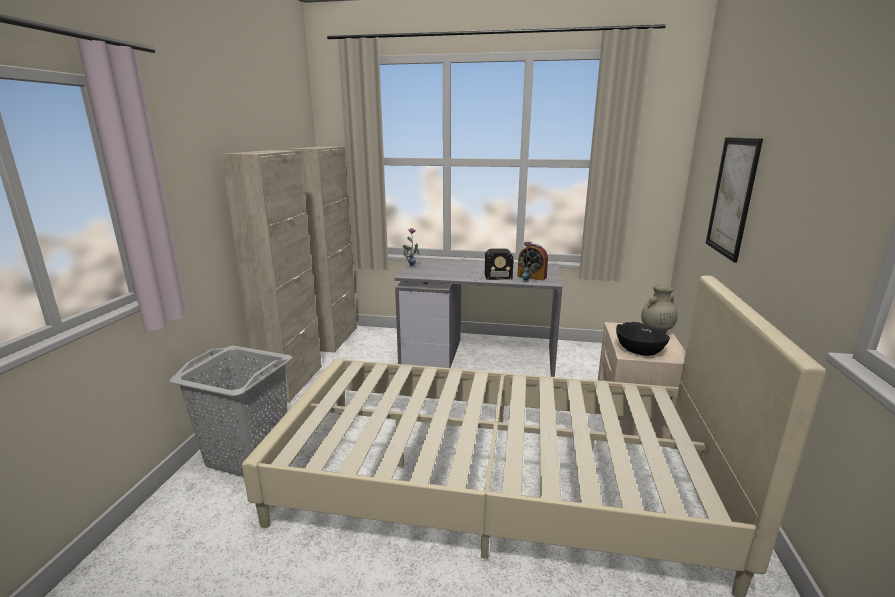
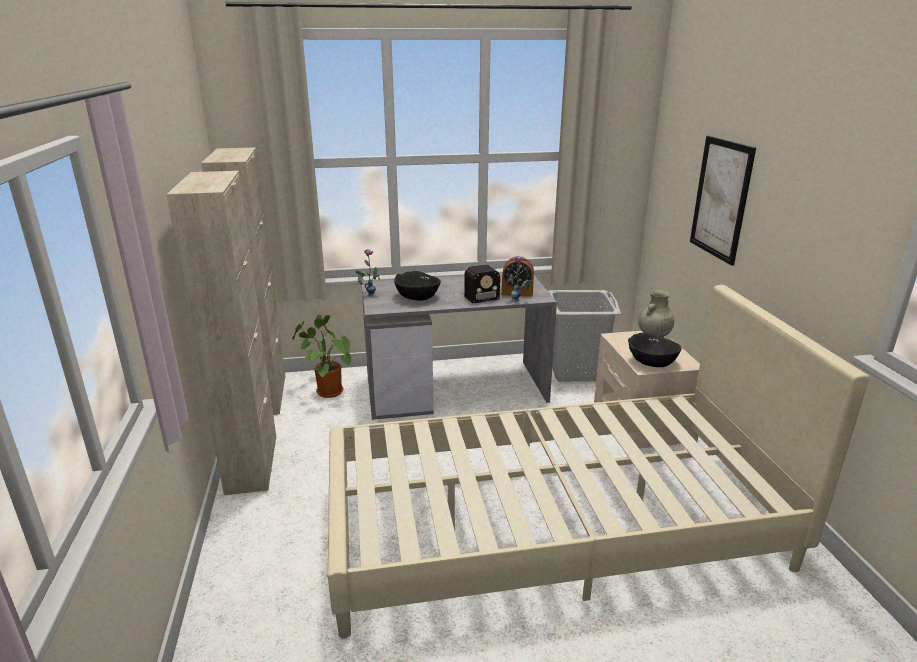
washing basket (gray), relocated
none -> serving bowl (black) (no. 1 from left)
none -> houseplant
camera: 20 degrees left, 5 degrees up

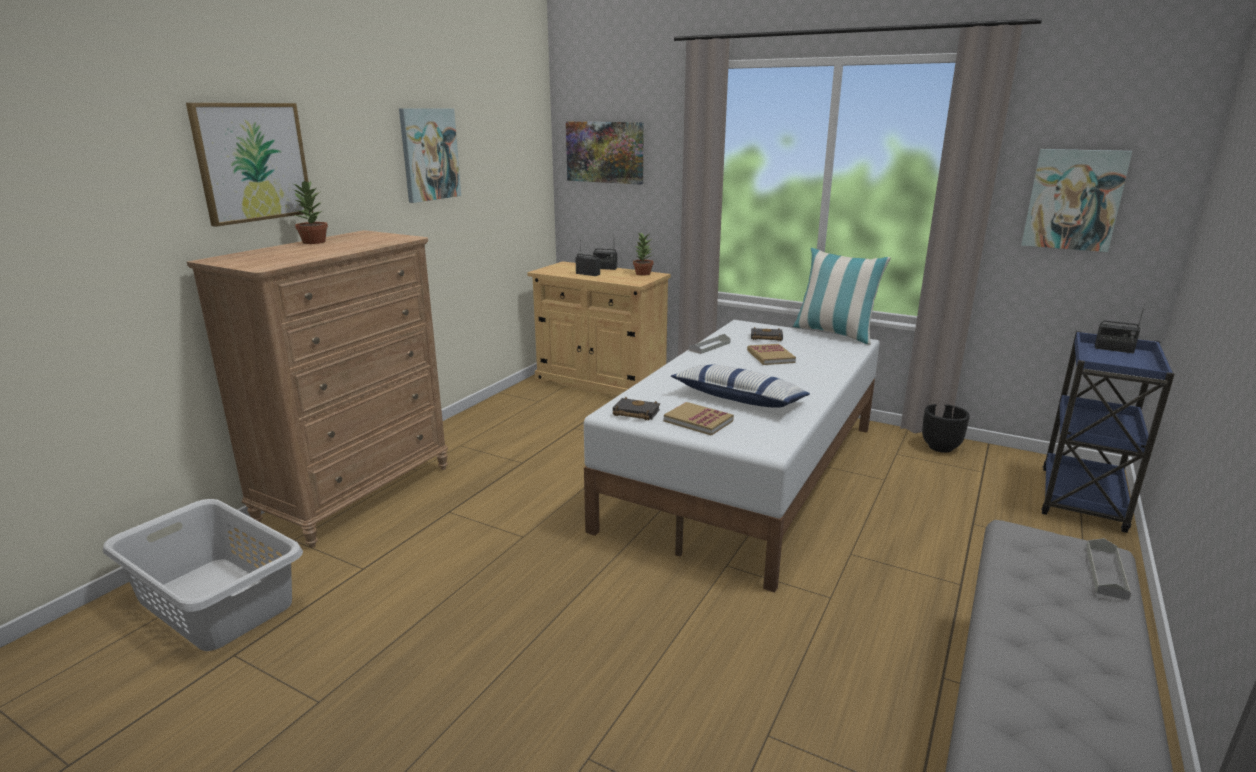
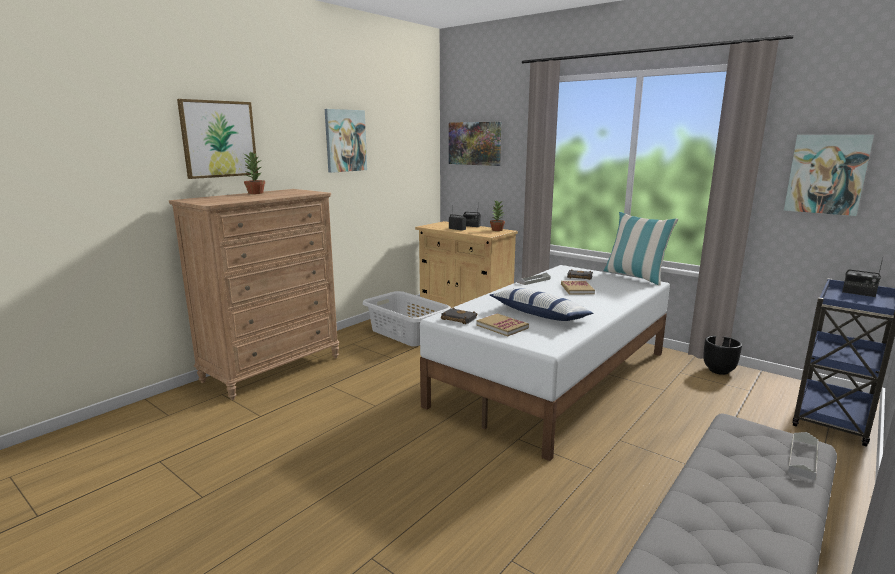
washing basket (gray), relocated
camera: 10 degrees right, 5 degrees down

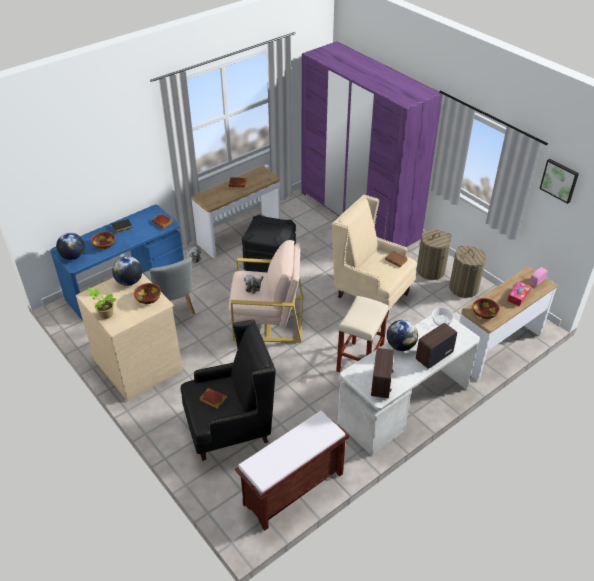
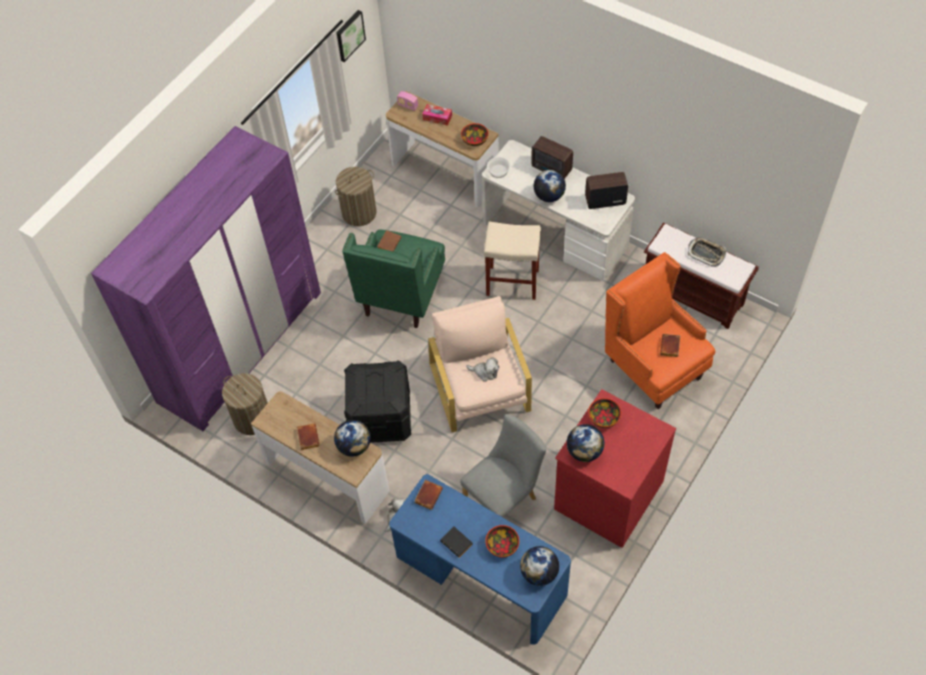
armchair (beige) (no. 2 from left) -> armchair (green-coloured)
washing basket (no. 1 from left), relocated
drawer chest (beige) -> drawer chest (reddish)
houseplant -> none
armchair (black) -> armchair (orange-coloured)
none -> tray
none -> world globe (no. 1 from left)
camera: 105 degrees left, 15 degrees up

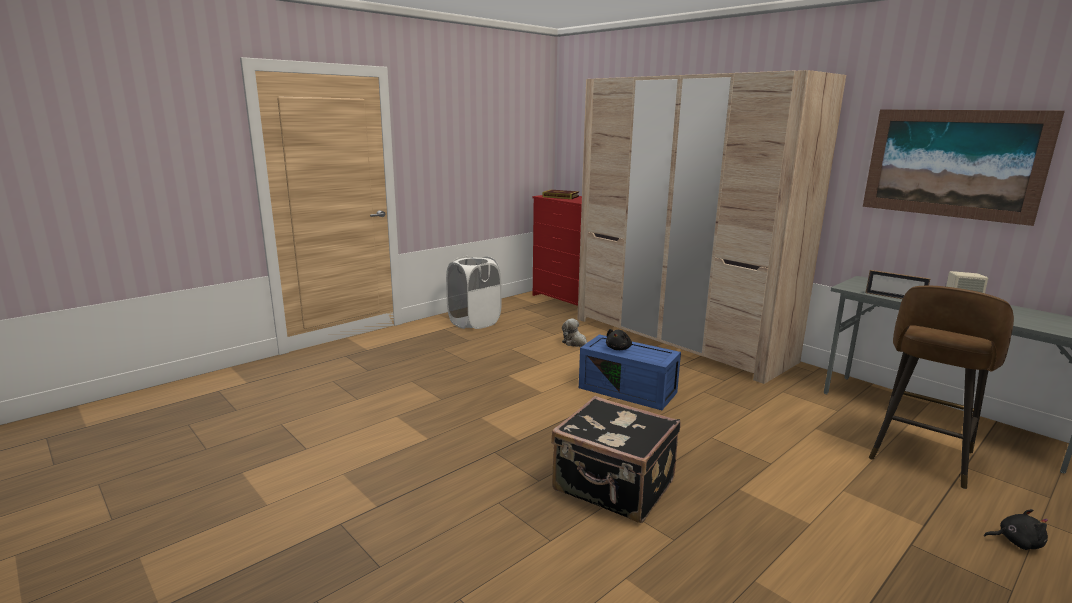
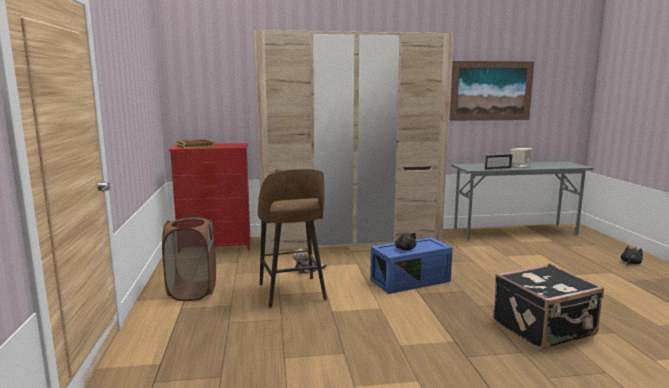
washing basket (white) -> washing basket (brown)
stool seat (brown), relocated
camera: 55 degrees left, 5 degrees down

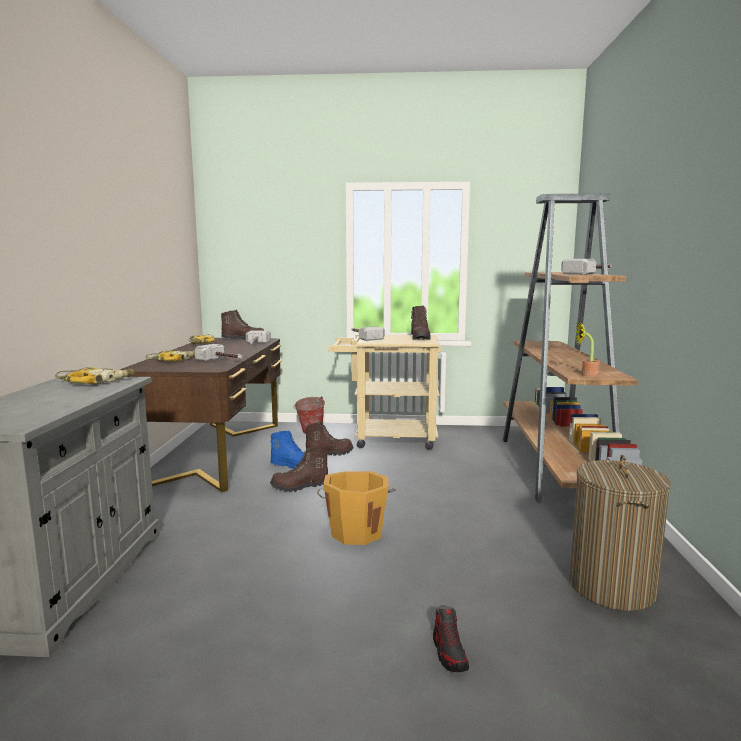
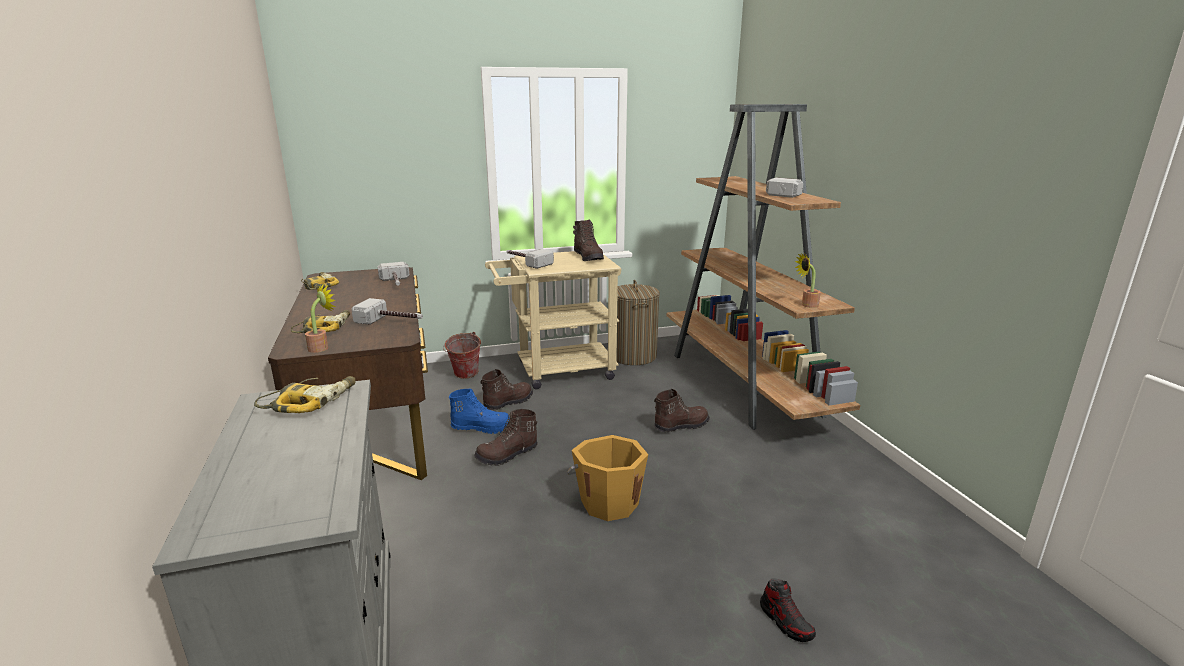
tall boot (brown) (no. 1 from left in the first image) -> tall boot (brown) (no. 4 from left), relocated
washing basket, relocated
none -> houseplant (no. 1 from left)
camera: 20 degrees left, 10 degrees up

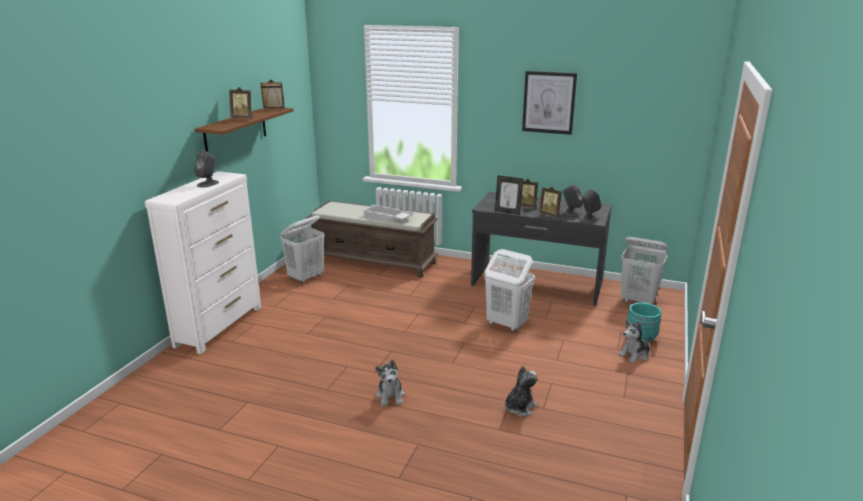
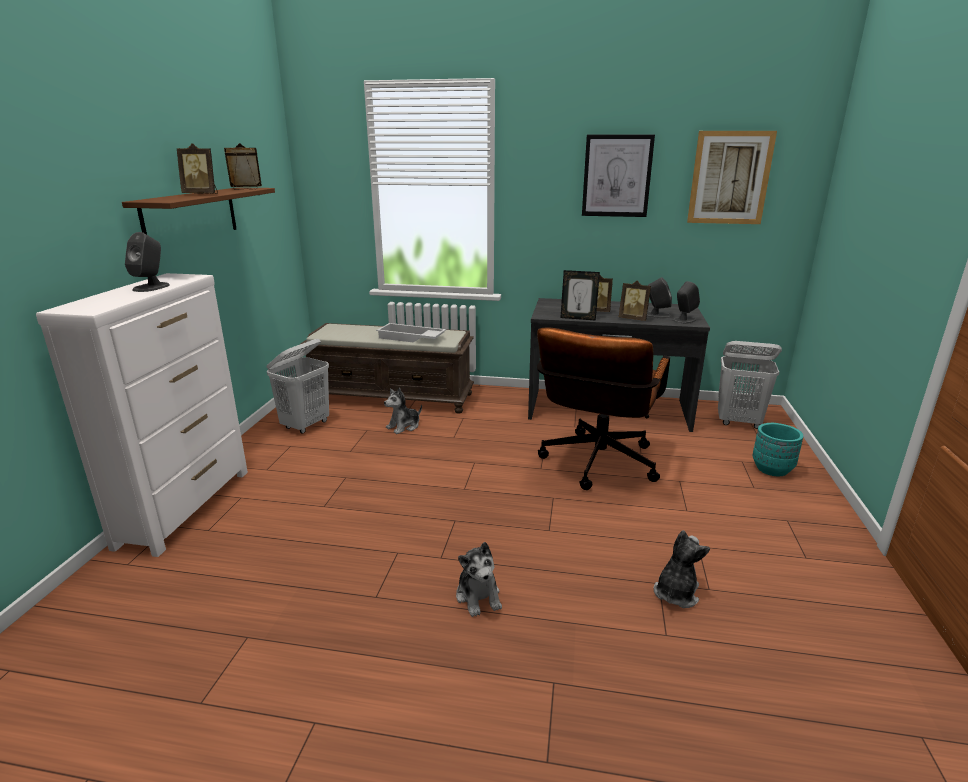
washing basket (white) (no. 2 from left) -> computer chair (brown)
soft toy (no. 3 from left in the first image) -> soft toy (no. 1 from left), relocated
none -> wall picture (no. 2 from left)
camera: 10 degrees left, 0 degrees up

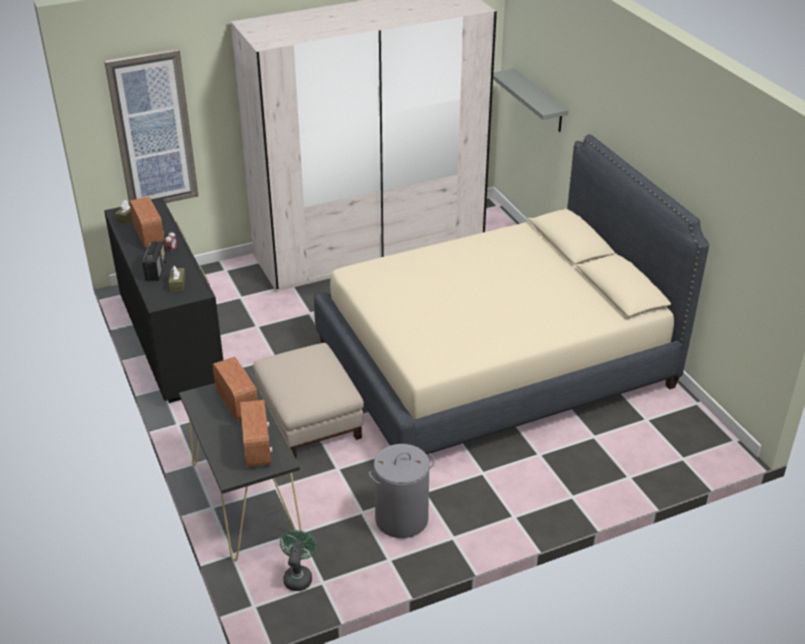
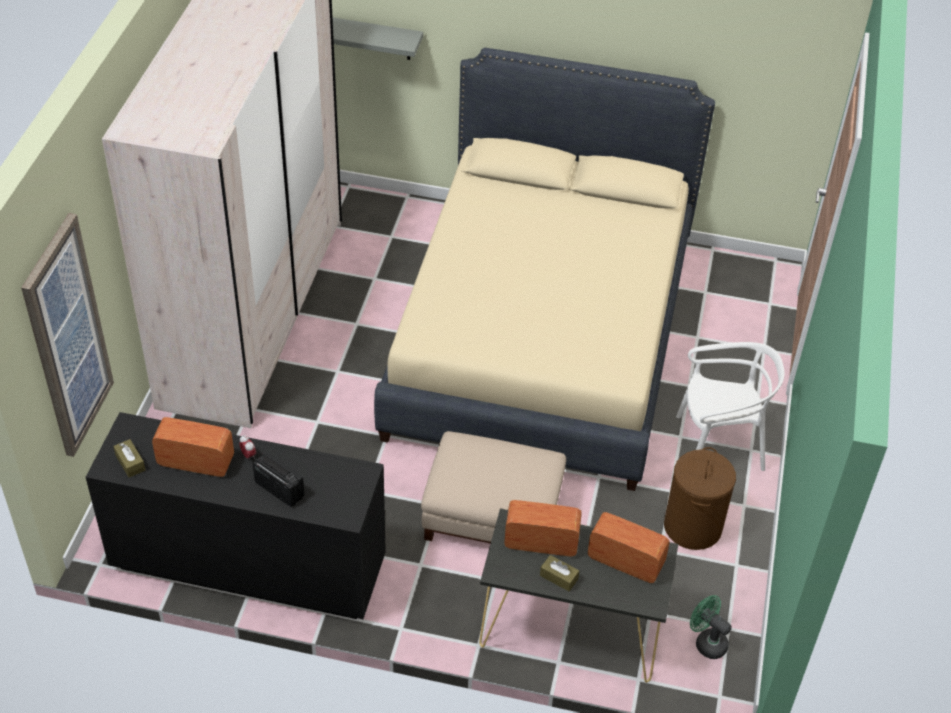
tissue holder (brown) (no. 2 from left), relocated
washing basket (gray) -> washing basket (brown)
none -> chair (white)
camera: 55 degrees left, 10 degrees up

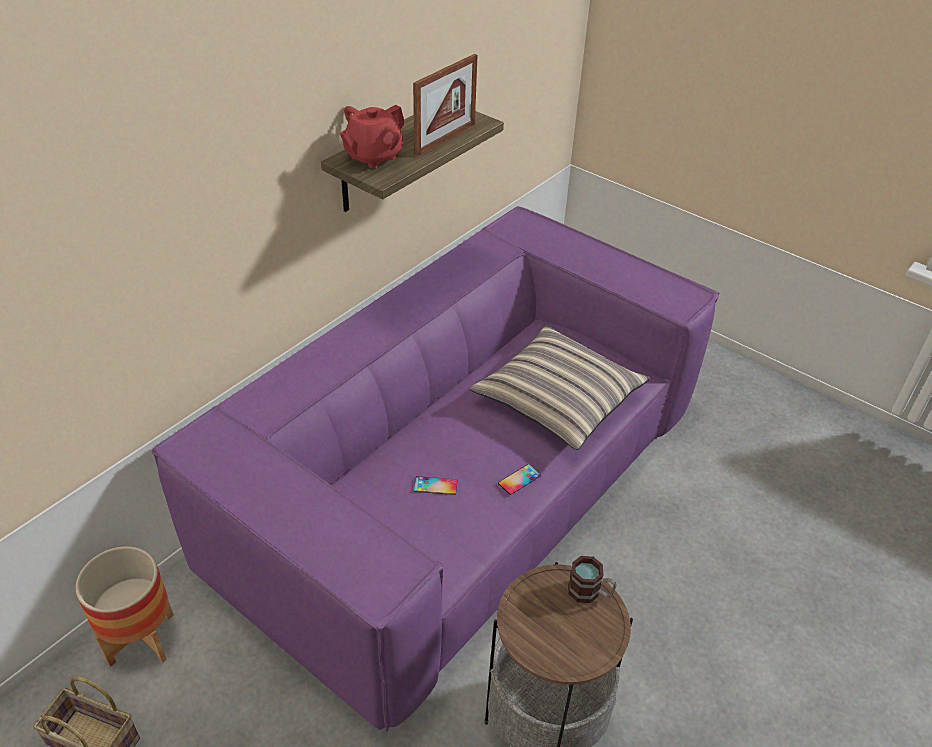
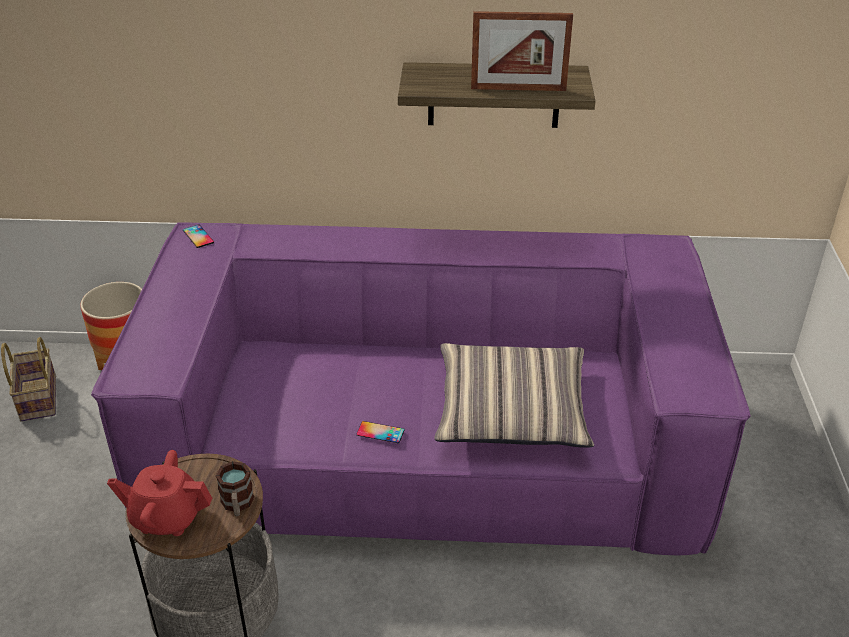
tea pot (reddish), relocated
telephone (no. 1 from left), relocated
camera: 55 degrees right, 5 degrees down

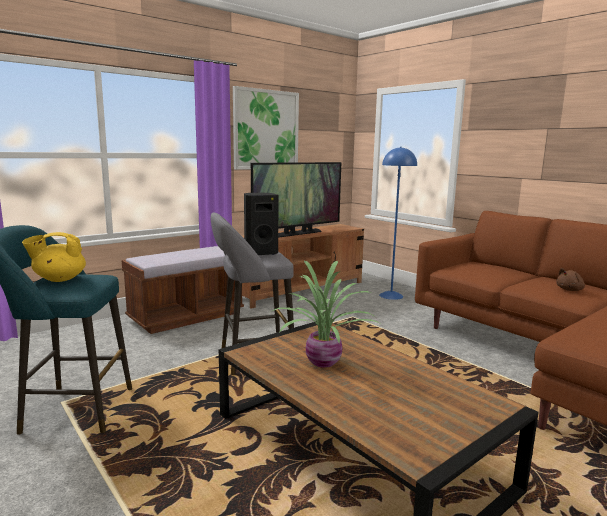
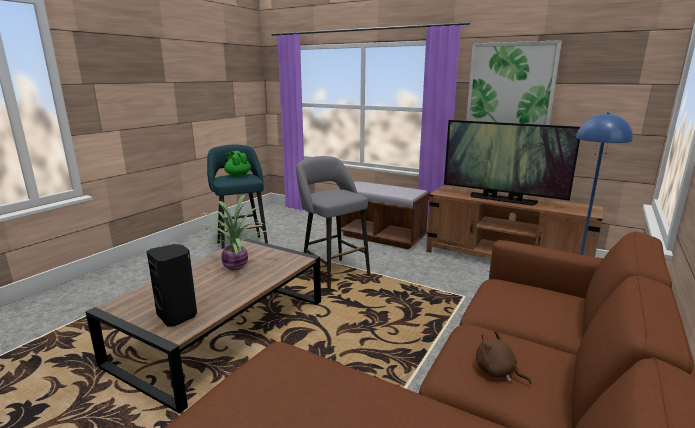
audio speaker (black), relocated
tea pot (yellow-coloured) -> tea pot (green-coloured)
camera: 70 degrees right, 5 degrees up

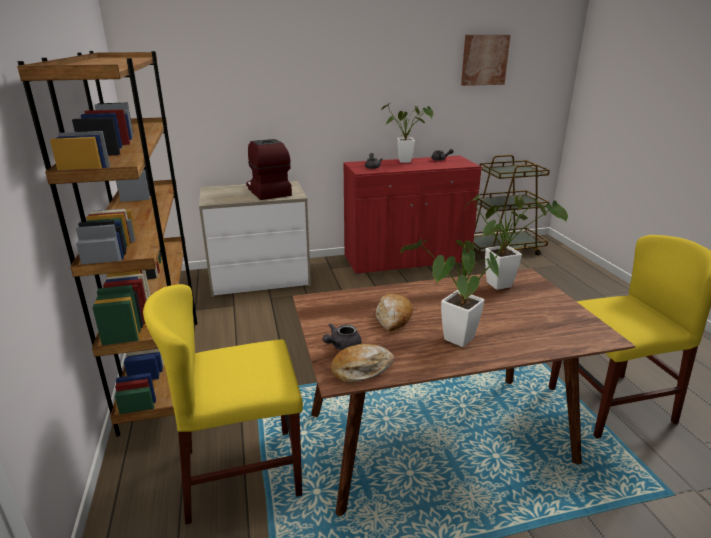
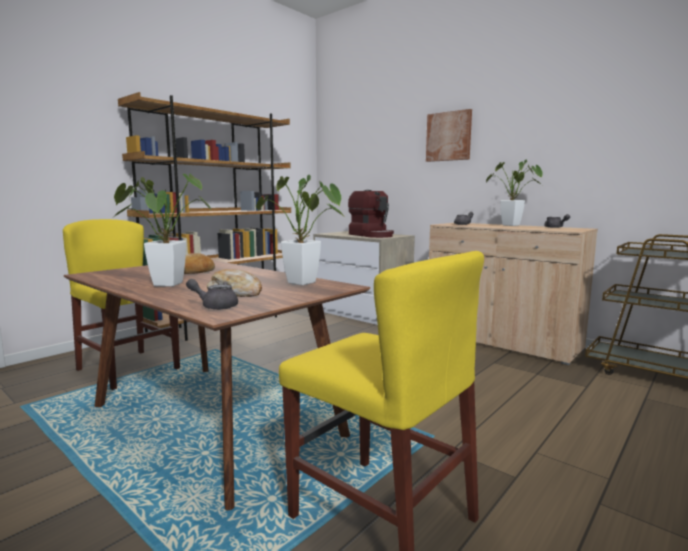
wall picture, relocated
coffee machine, 120 degrees clockwise
cupboard (reddish) -> cupboard (beige)
tea pot (gray) (no. 1 from left), relocated
baked bread (no. 1 from left in the first image) -> baked bread (no. 2 from left), relocated
camera: 55 degrees right, 15 degrees down

